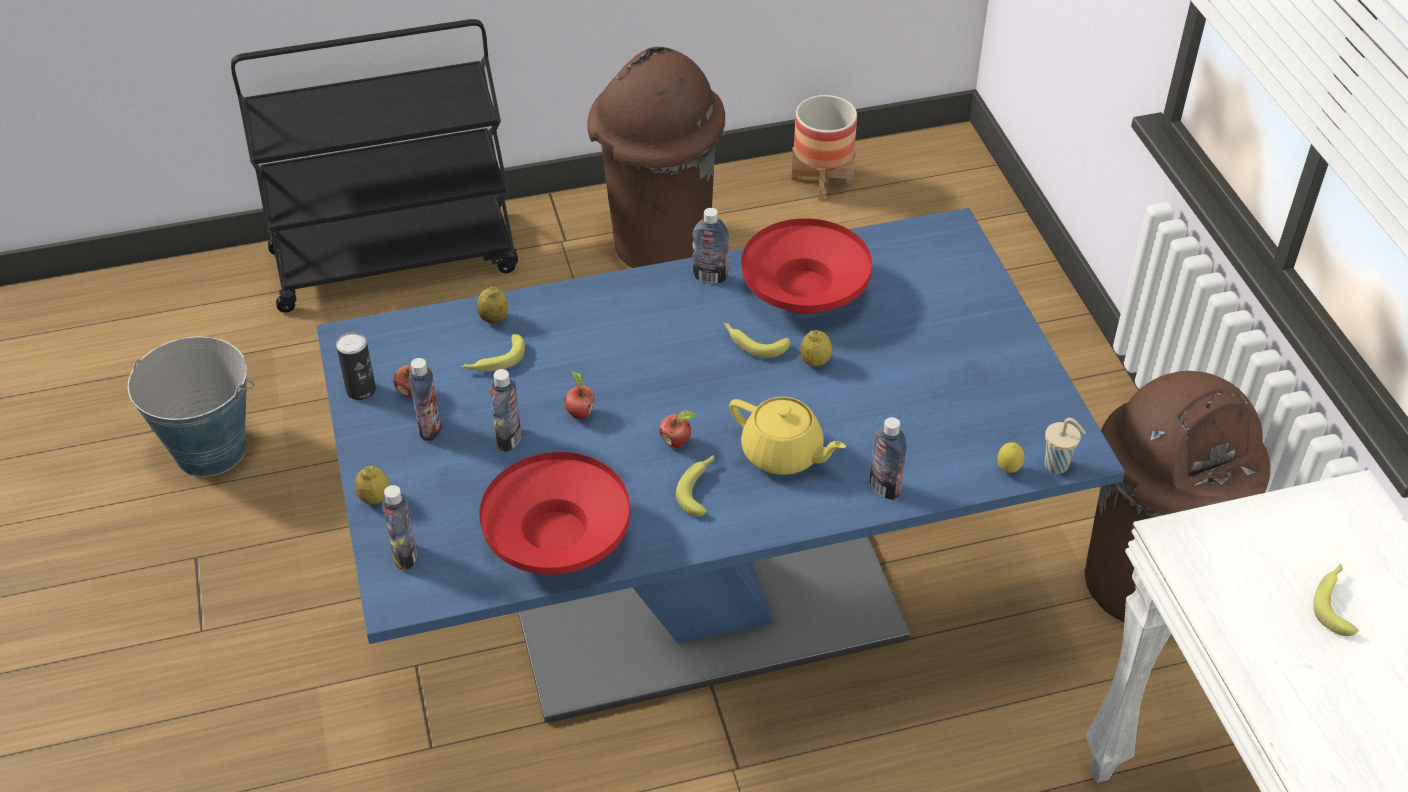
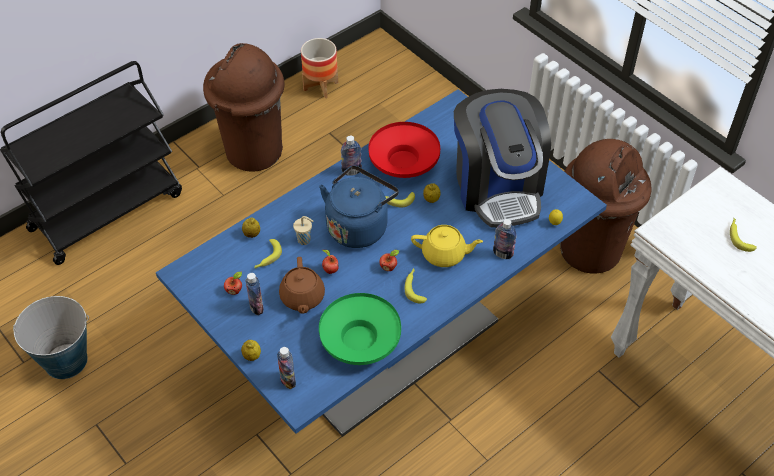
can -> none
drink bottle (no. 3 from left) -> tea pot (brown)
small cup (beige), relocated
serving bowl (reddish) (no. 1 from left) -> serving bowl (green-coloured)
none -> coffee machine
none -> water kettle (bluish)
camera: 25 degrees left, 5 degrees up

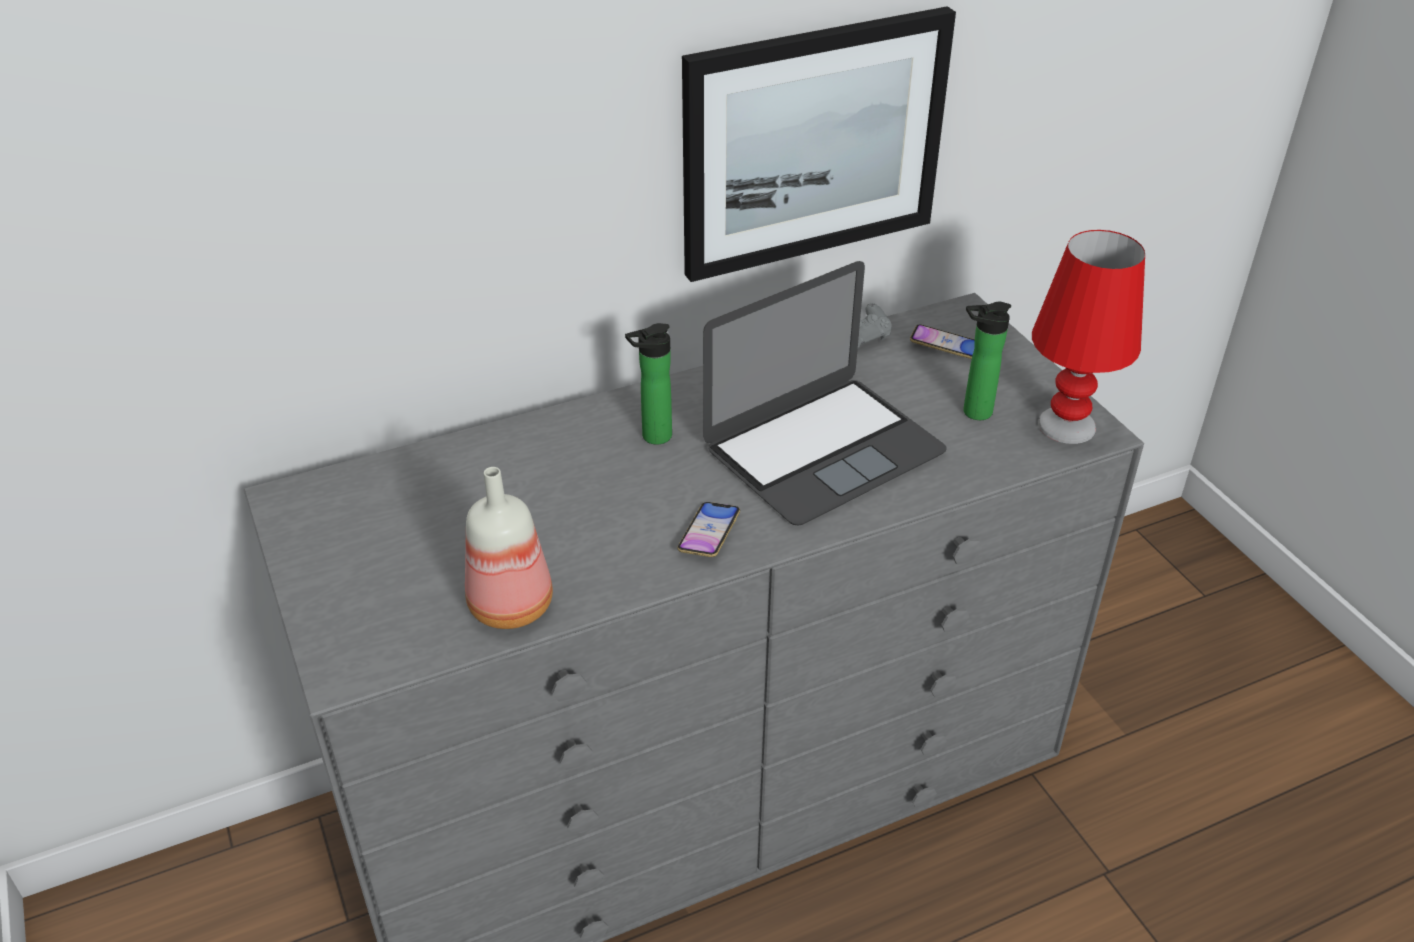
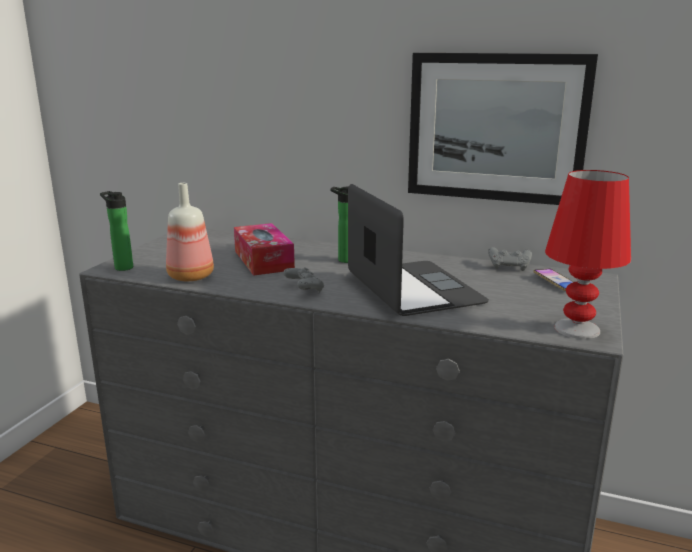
laptop, 120 degrees counterclockwise
drink bottle (no. 3 from left in the first image) -> drink bottle (no. 1 from left), relocated
telephone (no. 1 from left) -> game controller (gray) (no. 1 from left)
none -> tissue holder
camera: 45 degrees right, 20 degrees down

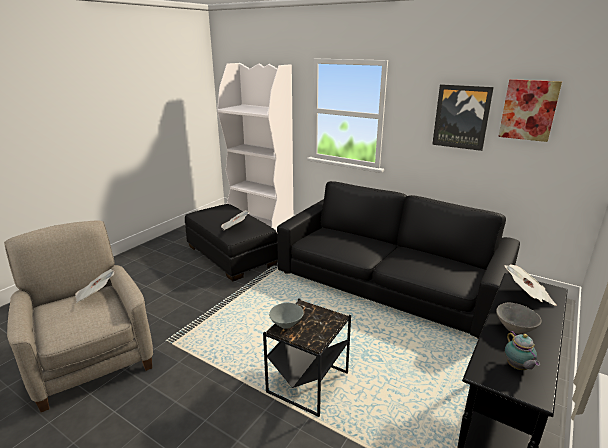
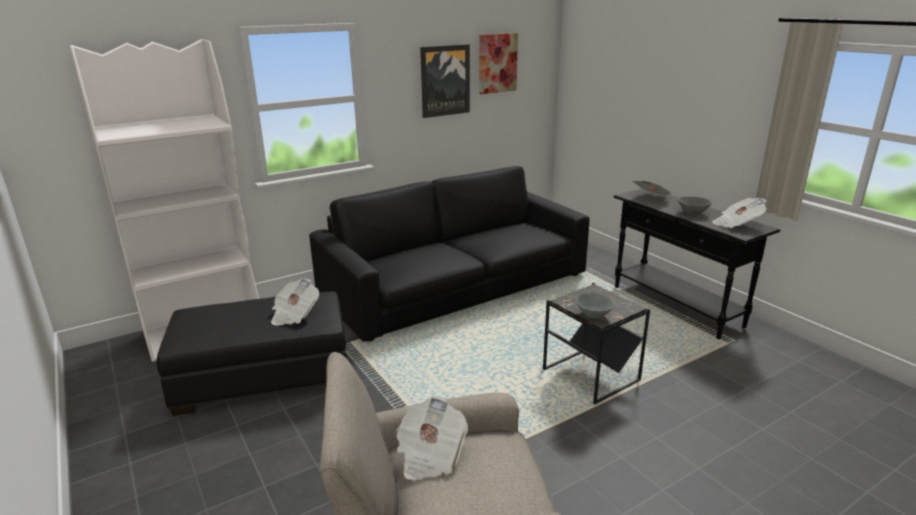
tea pot -> newspaper (no. 4 from left)
camera: 65 degrees left, 0 degrees up

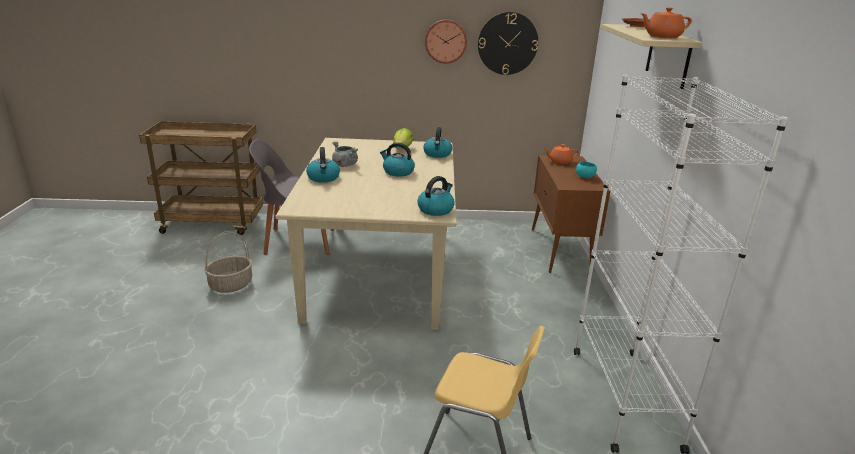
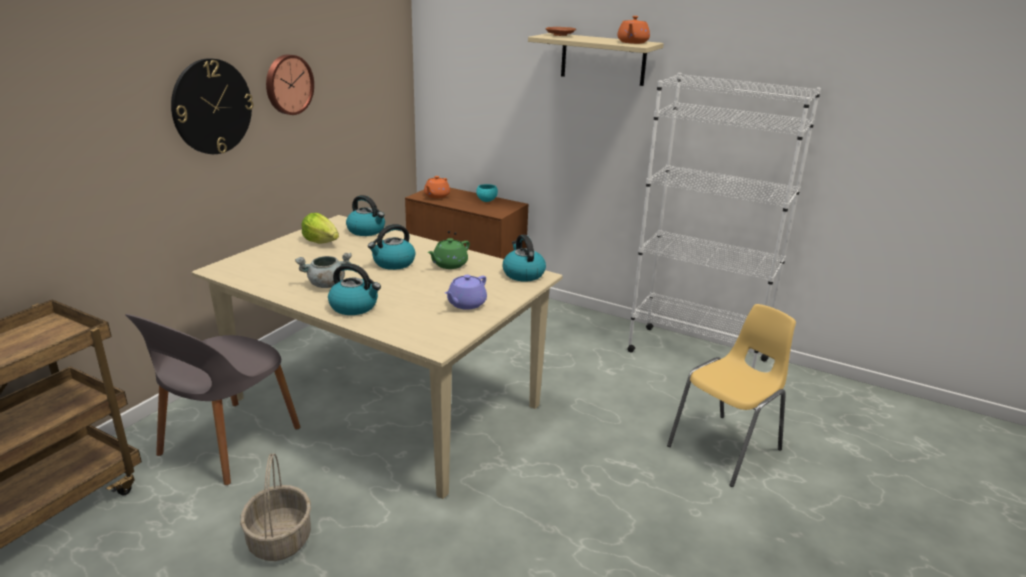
wall clock (no. 2 from left in the first image) -> wall clock (no. 1 from left), relocated
none -> tea pot (green-coloured)
none -> tea pot (purple)
camera: 60 degrees left, 0 degrees up

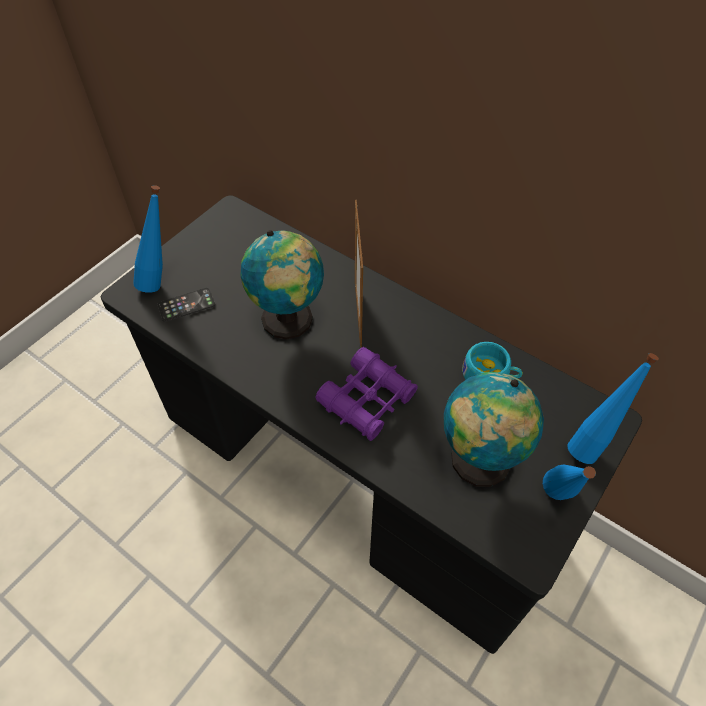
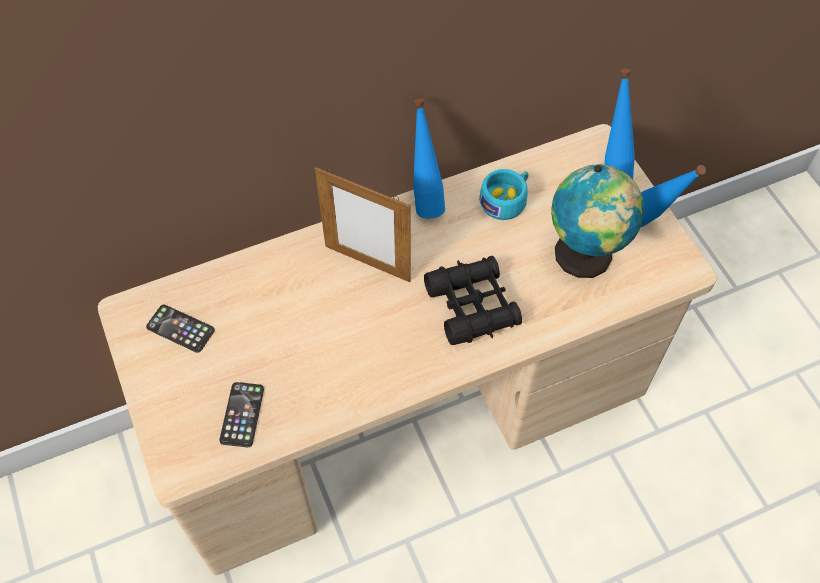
drink bottle (bluish) (no. 1 from left), relocated
desk (black) -> desk (beige)
world globe (no. 1 from left) -> none
pair of binoculars (purple) -> pair of binoculars (black)
none -> telephone (no. 1 from left)
camera: 60 degrees left, 5 degrees up

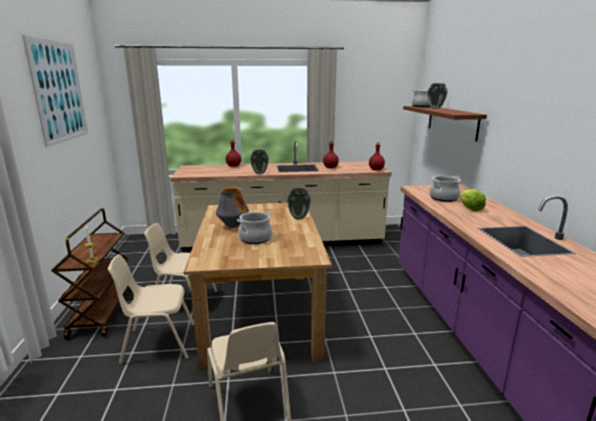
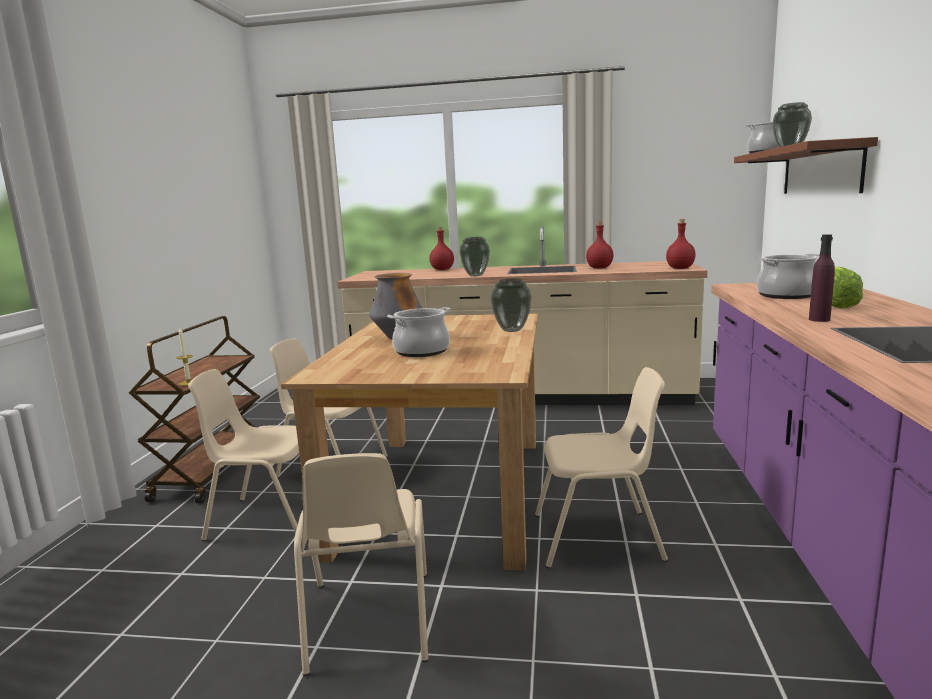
wall picture -> none
none -> drink bottle (purple)
none -> chair (beige) (no. 4 from left)
camera: 15 degrees right, 5 degrees down

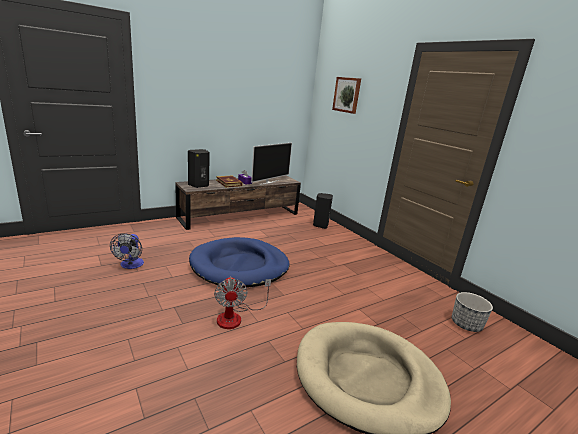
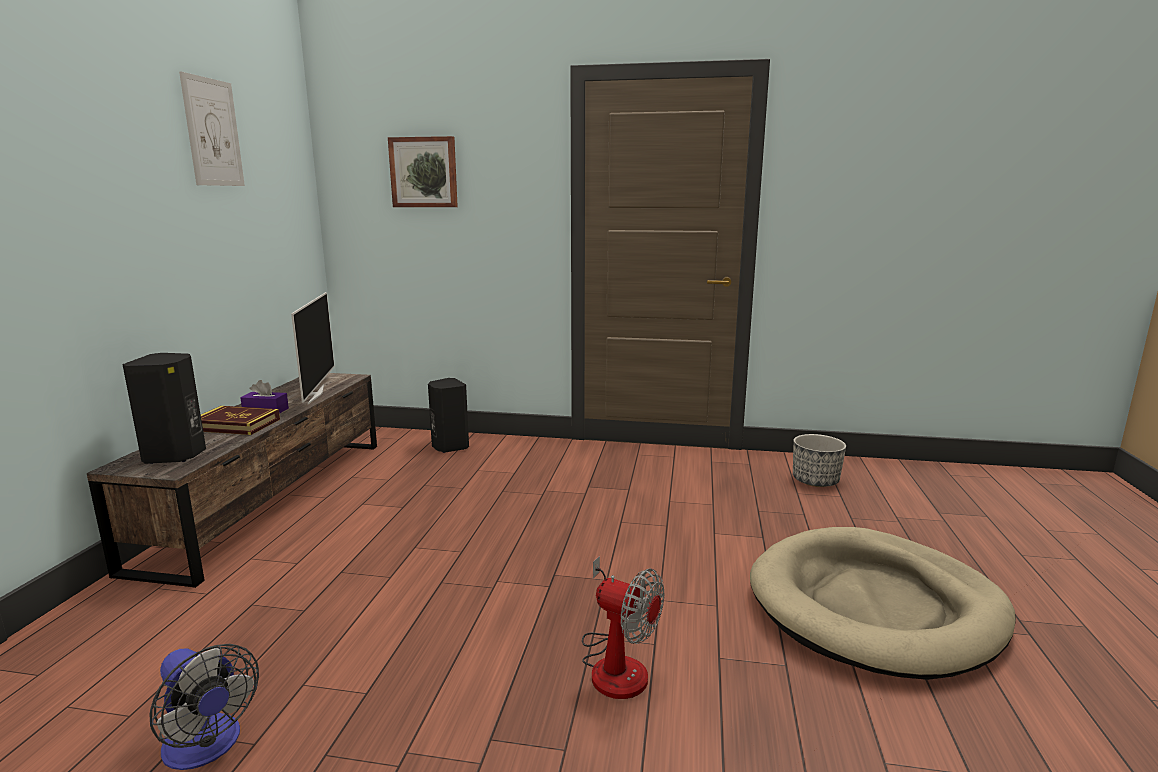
dog cushion (bluish) -> none
none -> wall picture (no. 1 from left)
camera: 45 degrees left, 5 degrees down

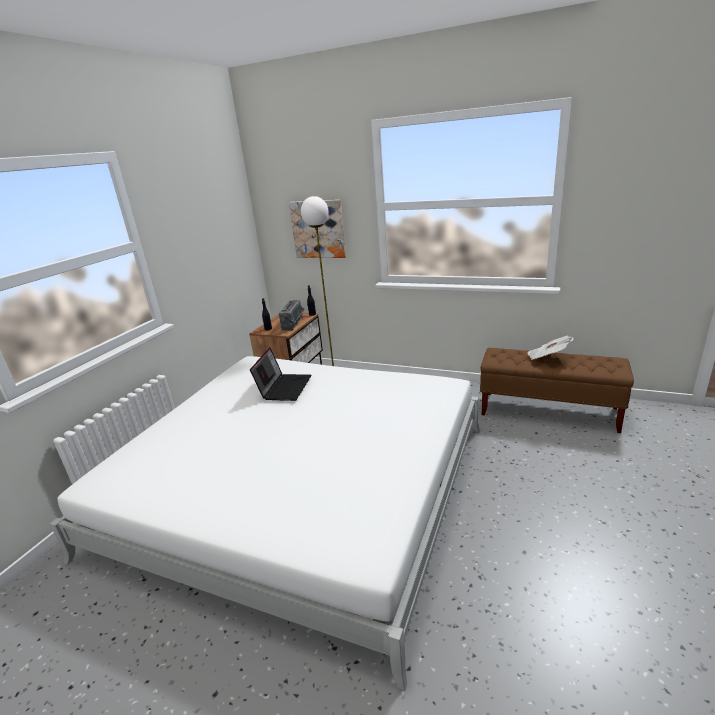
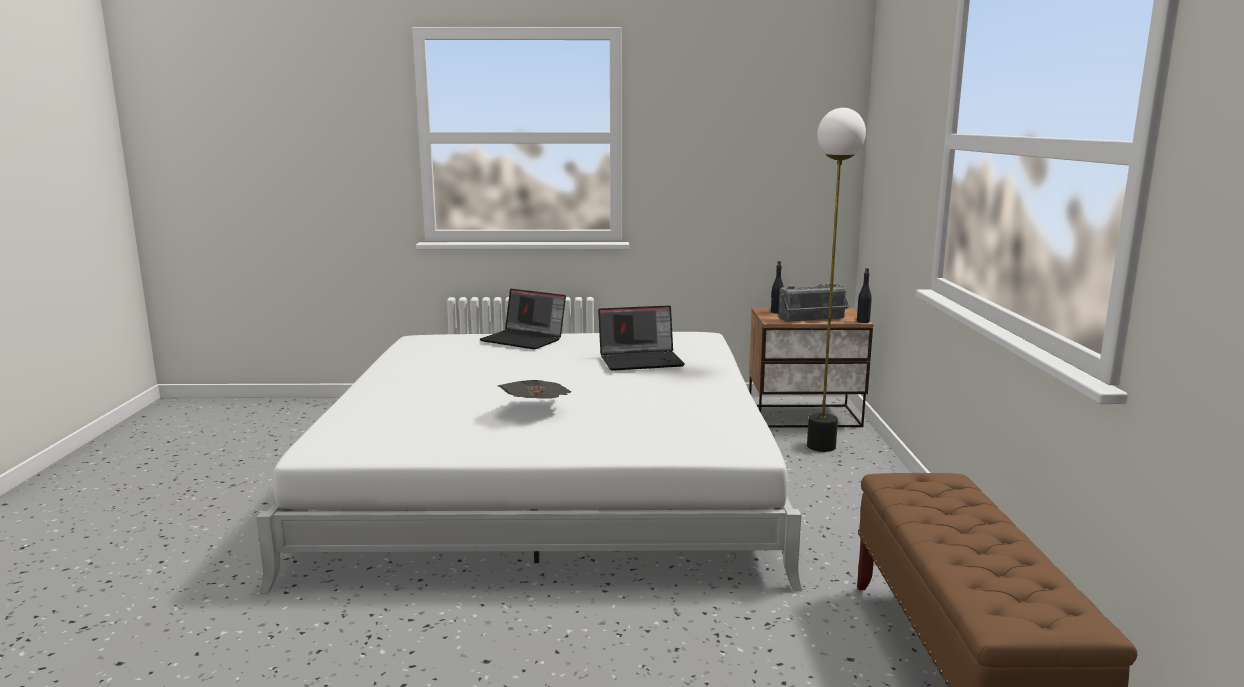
wall picture -> none
newspaper, relocated
none -> laptop (no. 1 from left)
camera: 65 degrees right, 10 degrees down

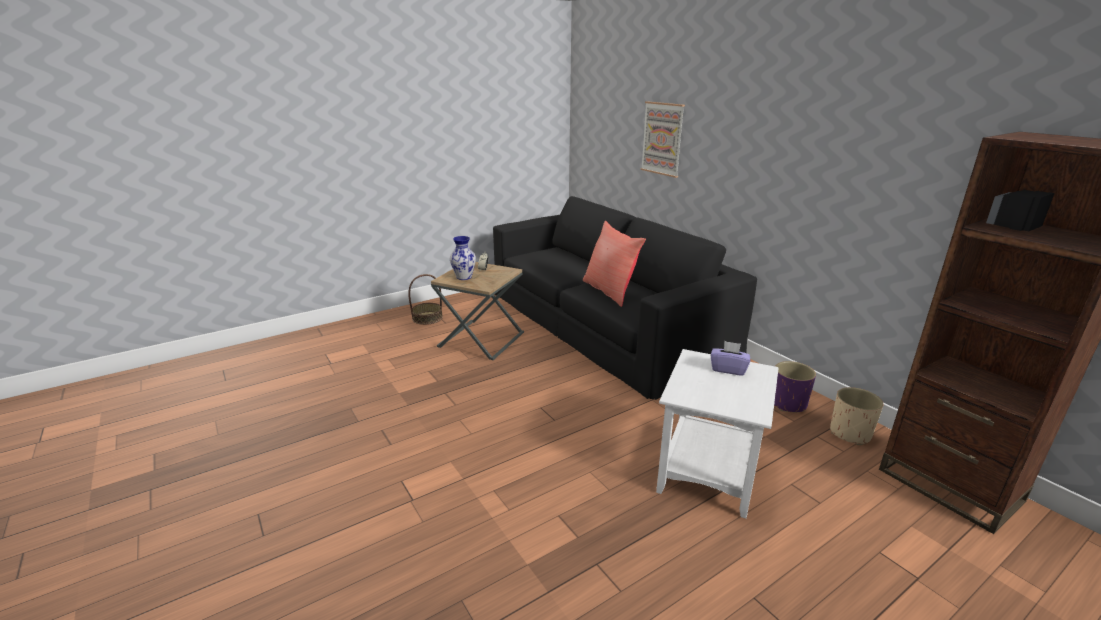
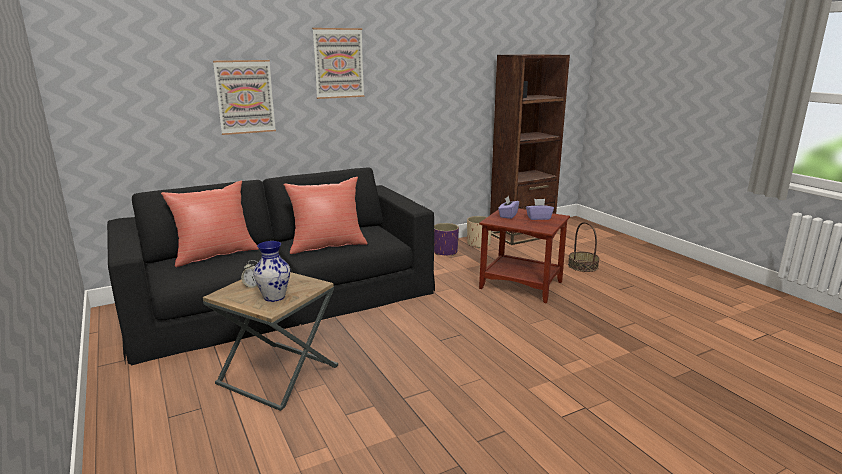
storage basket, relocated
side table (white) -> side table (brown) (no. 2 from left)
none -> wall picture (no. 2 from left)
none -> pillow (reddish) (no. 1 from left)
none -> tissue holder (purple) (no. 2 from left)
camera: 85 degrees left, 5 degrees down

